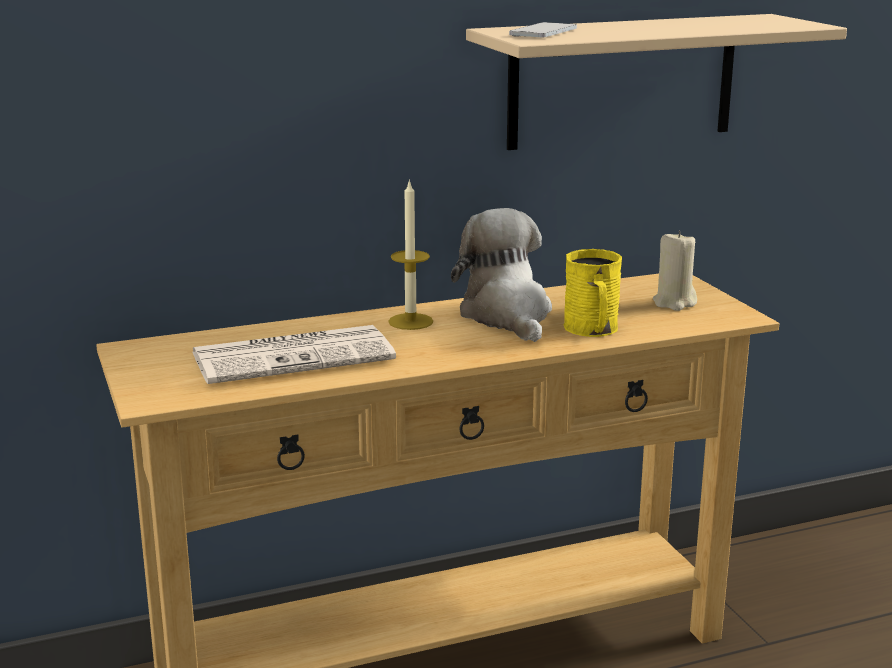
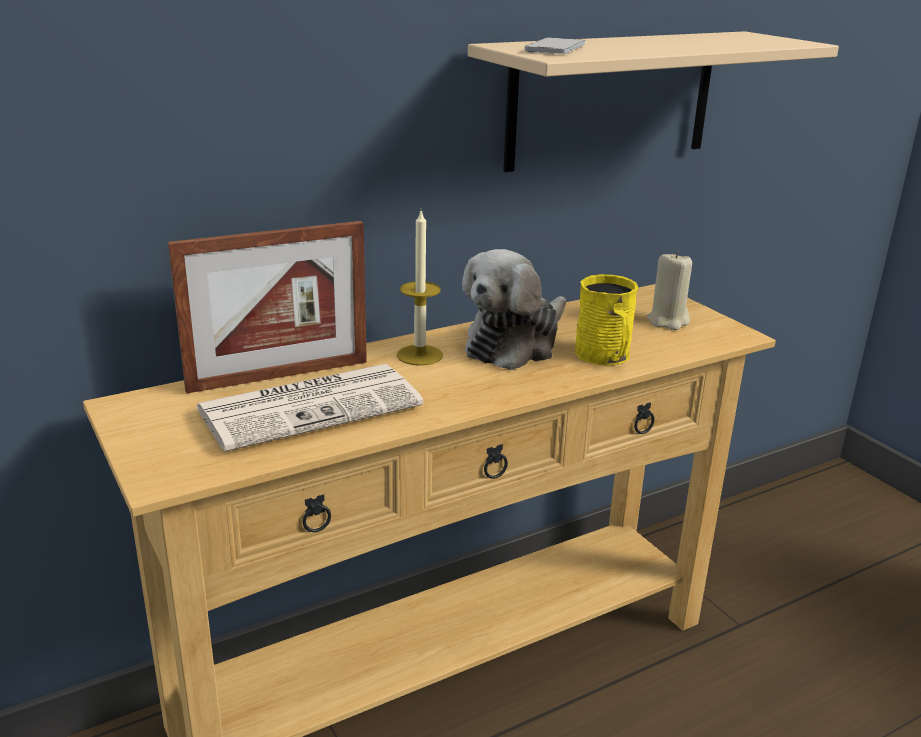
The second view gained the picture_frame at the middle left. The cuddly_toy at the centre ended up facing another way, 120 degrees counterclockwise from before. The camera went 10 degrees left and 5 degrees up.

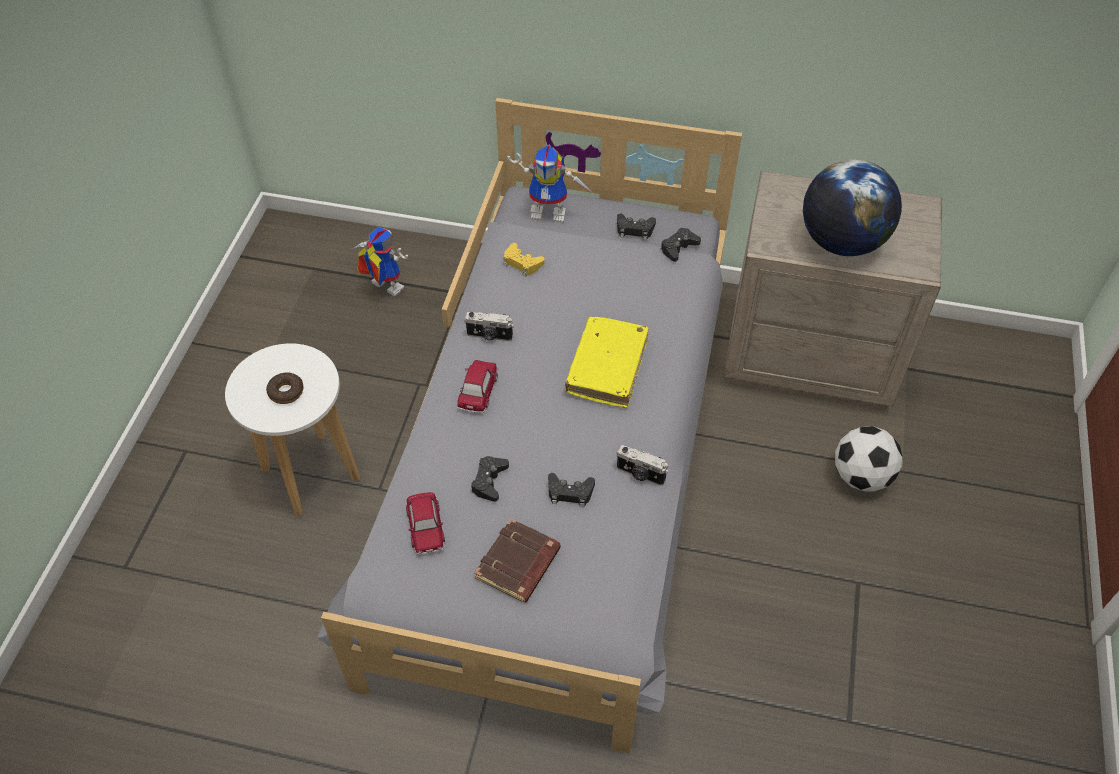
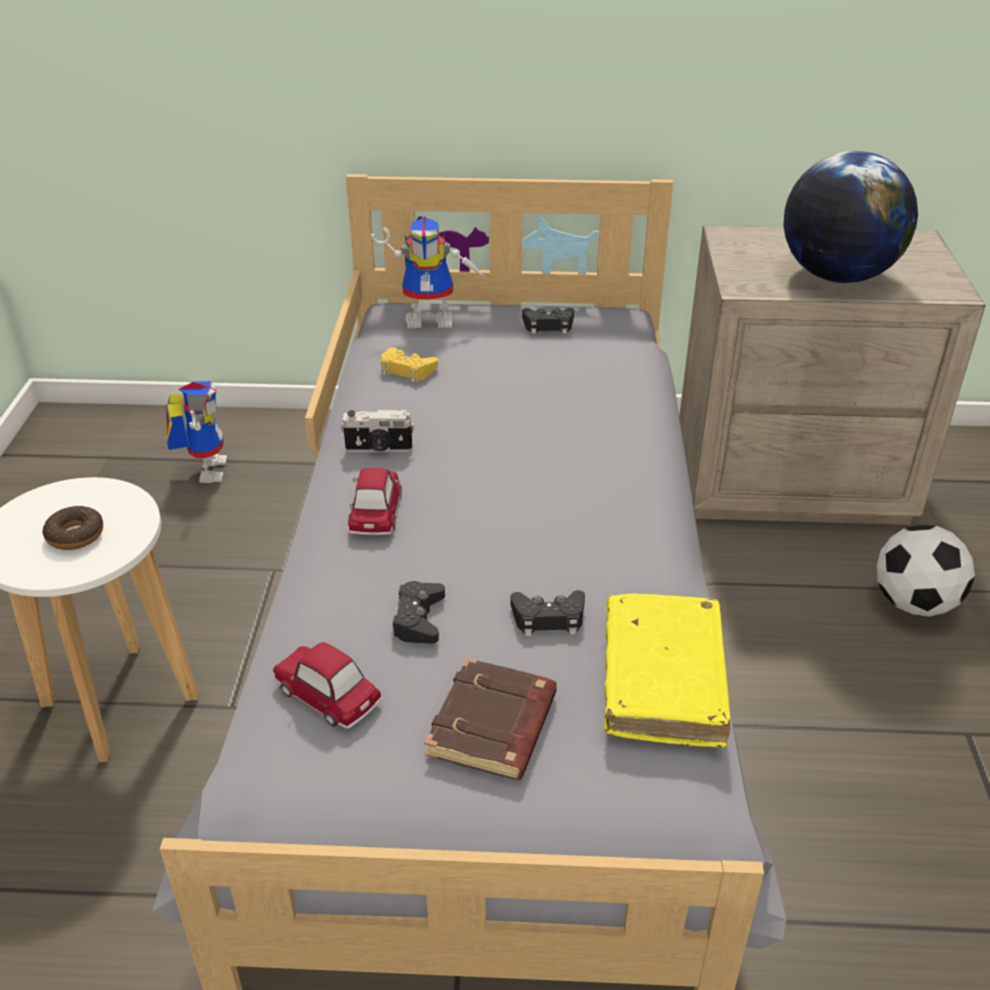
The second view lost the photo_camera (2nd from left) at the centre. The second view lost the blackish_joypad (4th from left) at the top centre. The yellowish_volume ended up elsewhere, having gone from the centre to the bottom right. The robot_figure (1st from left) at the centre ended up facing another way, 60 degrees clockwise from before. The model_car (1st from left) at the bottom centre ended up facing another way, 150 degrees clockwise from before. The camera went 10 degrees left and 15 degrees down.

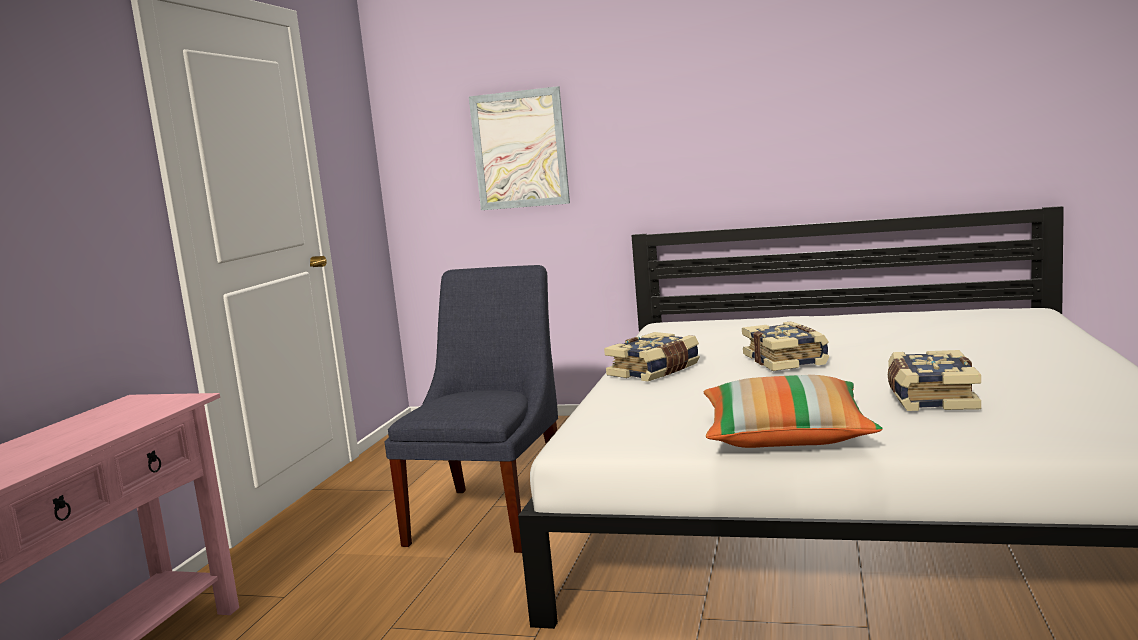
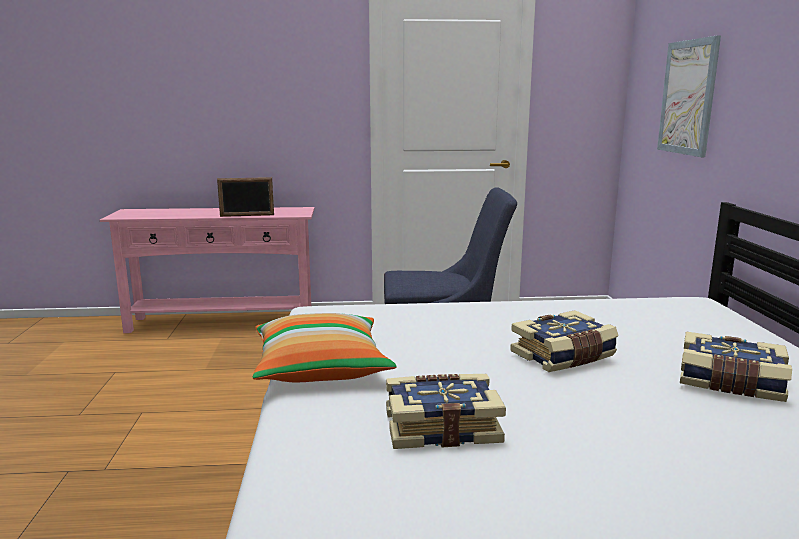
The second view gained the picture_frame at the middle left. The volume (1st from left in the first image) ended up elsewhere, having gone from the centre to the bottom right. The camera went 70 degrees right and 5 degrees up.

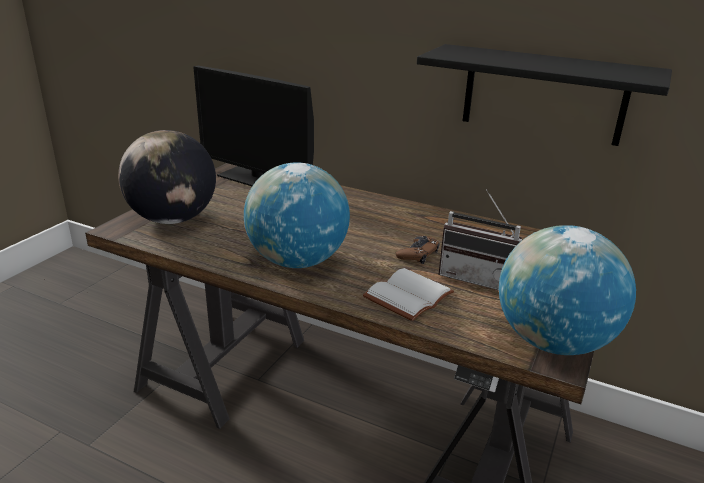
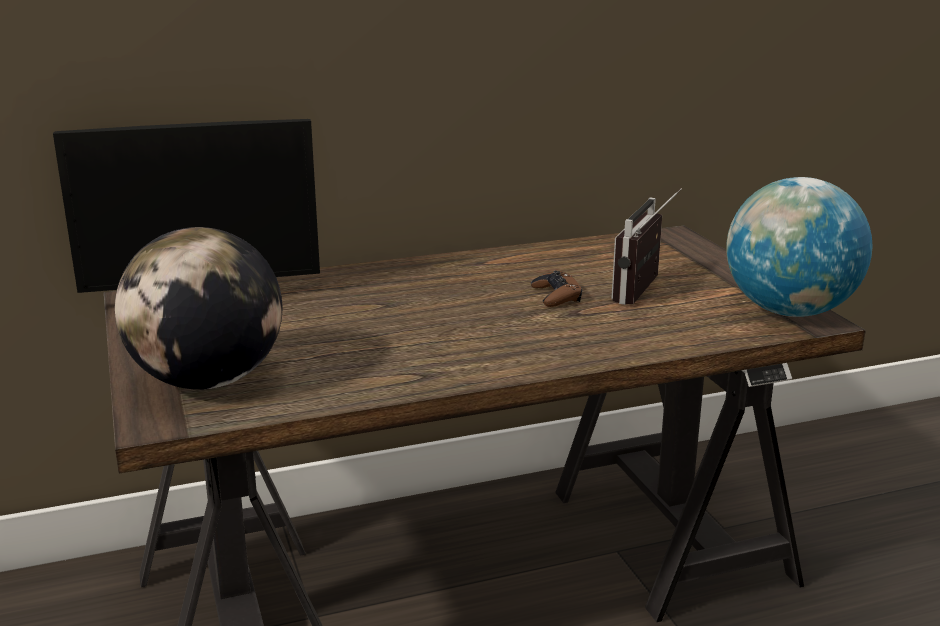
The second view lost the globe (2nd from left) at the centre. The second view lost the white-coloured_volume at the centre. The second view lost the blackish_bracket_shelf at the top right. The radio at the middle right ended up facing another way, 135 degrees clockwise from before. The camera went 45 degrees left and 5 degrees down.

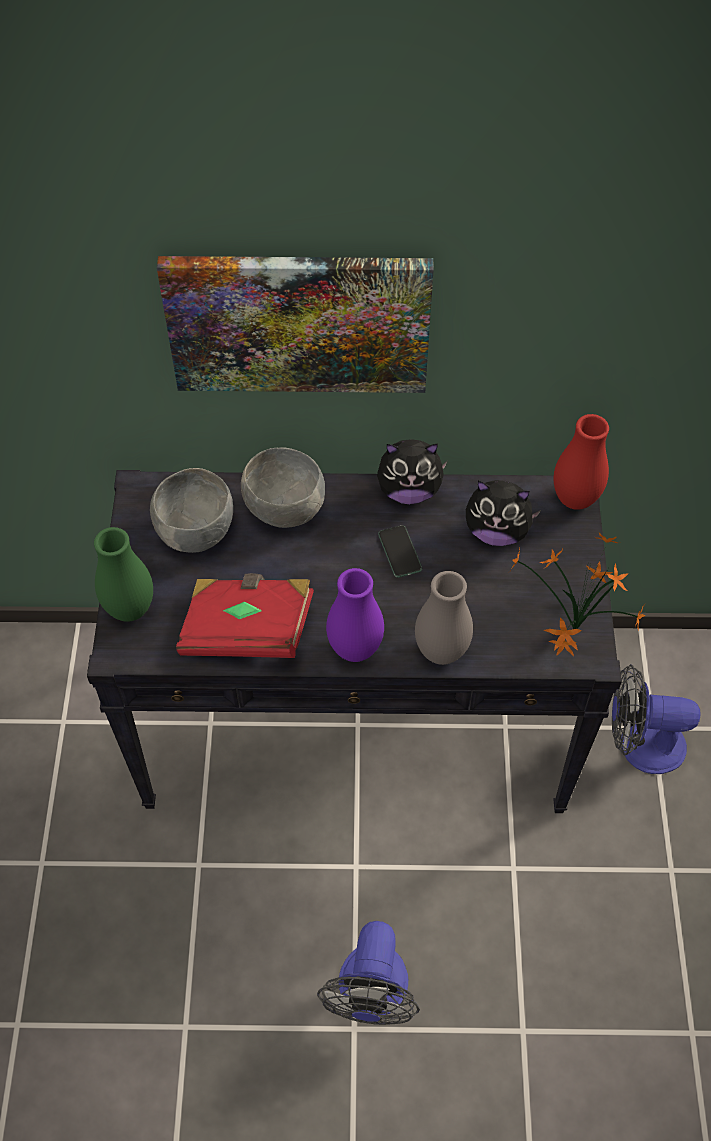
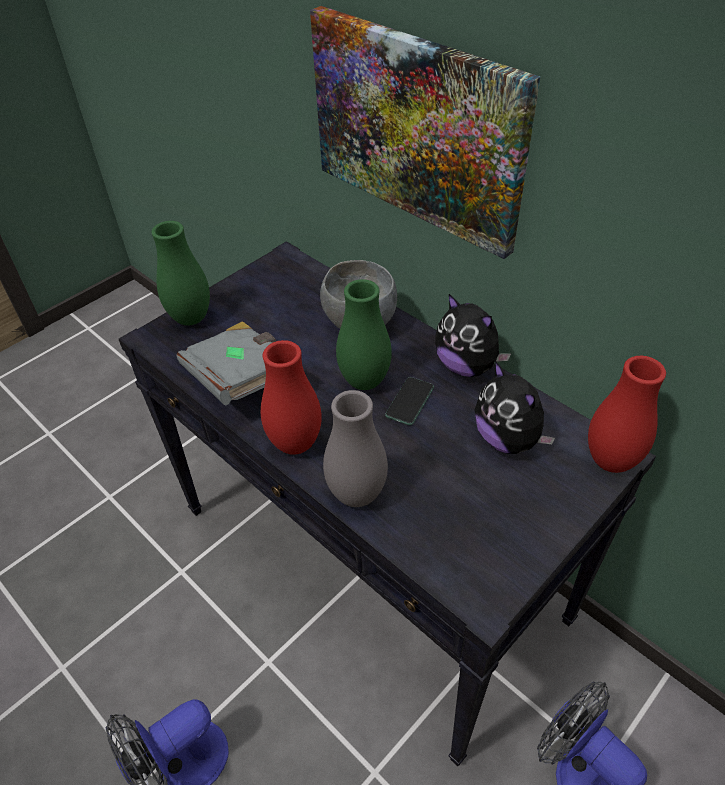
The second view lost the grey_bowl (1st from left) at the middle left. The second view lost the houseplant at the middle right. The second view gained the green_flower_vase (2nd from left) at the centre. What was the red_volume at the centre turned into the grey_volume at the middle left. What was the purplish_flower_vase at the centre turned into the red_flower_vase (1st from left) at the centre. The camera went 45 degrees right and 10 degrees down.

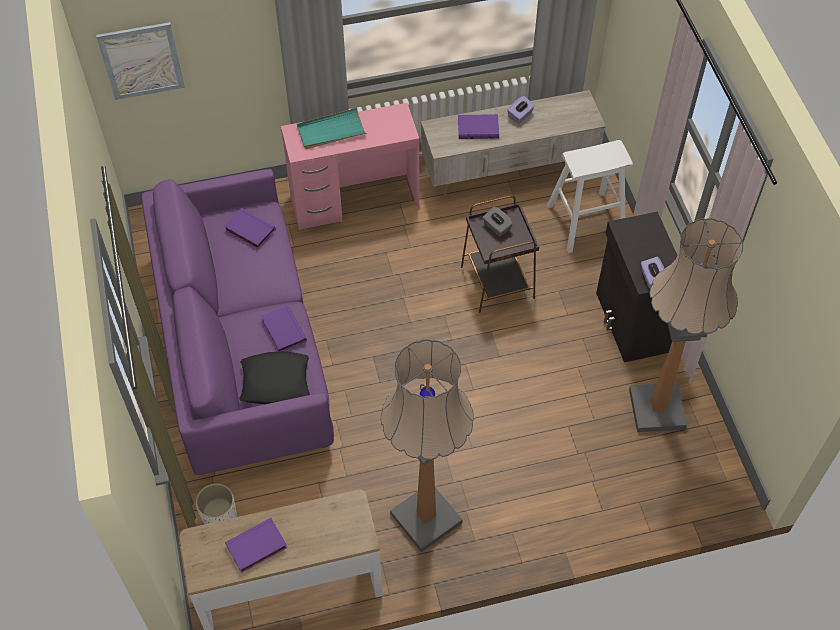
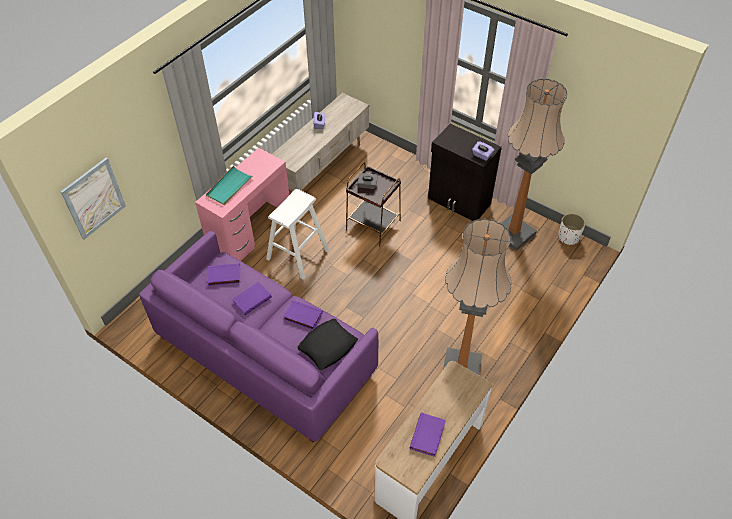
The white-coloured_planter ended up elsewhere, having gone from the bottom left to the middle right. The purplish_volume (4th from left in the first image) ended up elsewhere, having gone from the top centre to the centre. The white-coloured_stool_seat ended up elsewhere, having gone from the top right to the centre. The camera went 40 degrees left and 5 degrees down.

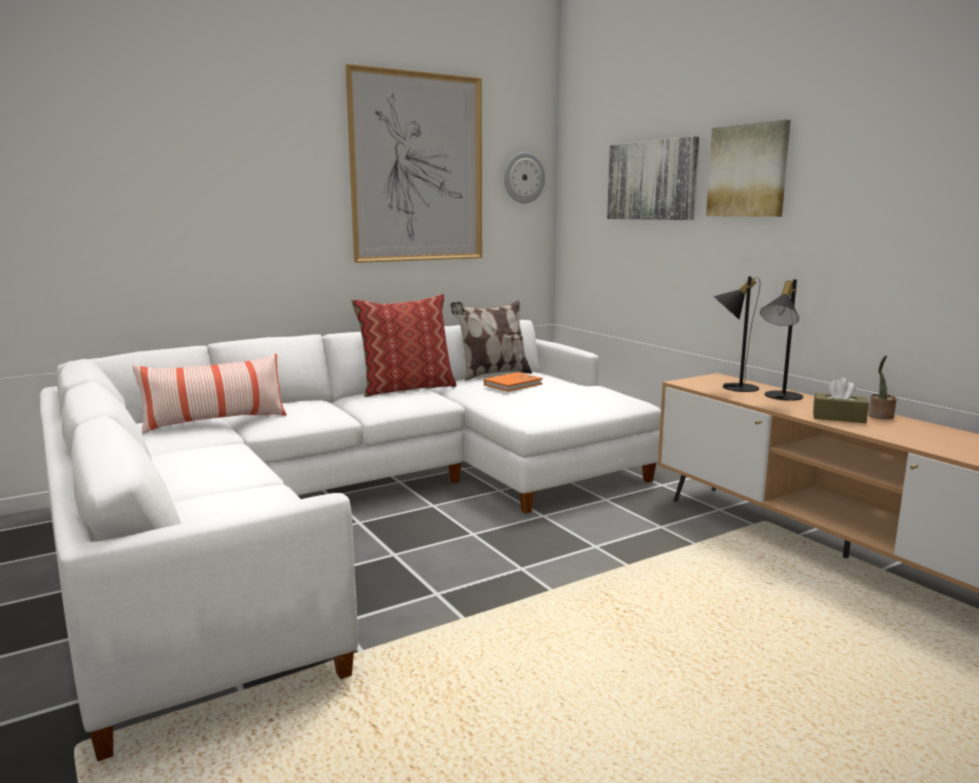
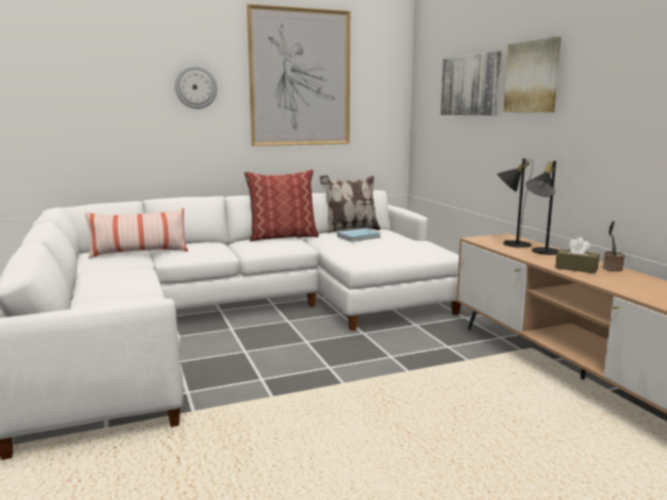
The hanging_clock ended up elsewhere, having gone from the top centre to the top left. What was the orange_volume at the centre turned into the blue-coloured_volume at the centre. The camera went 10 degrees right and 0 degrees up.

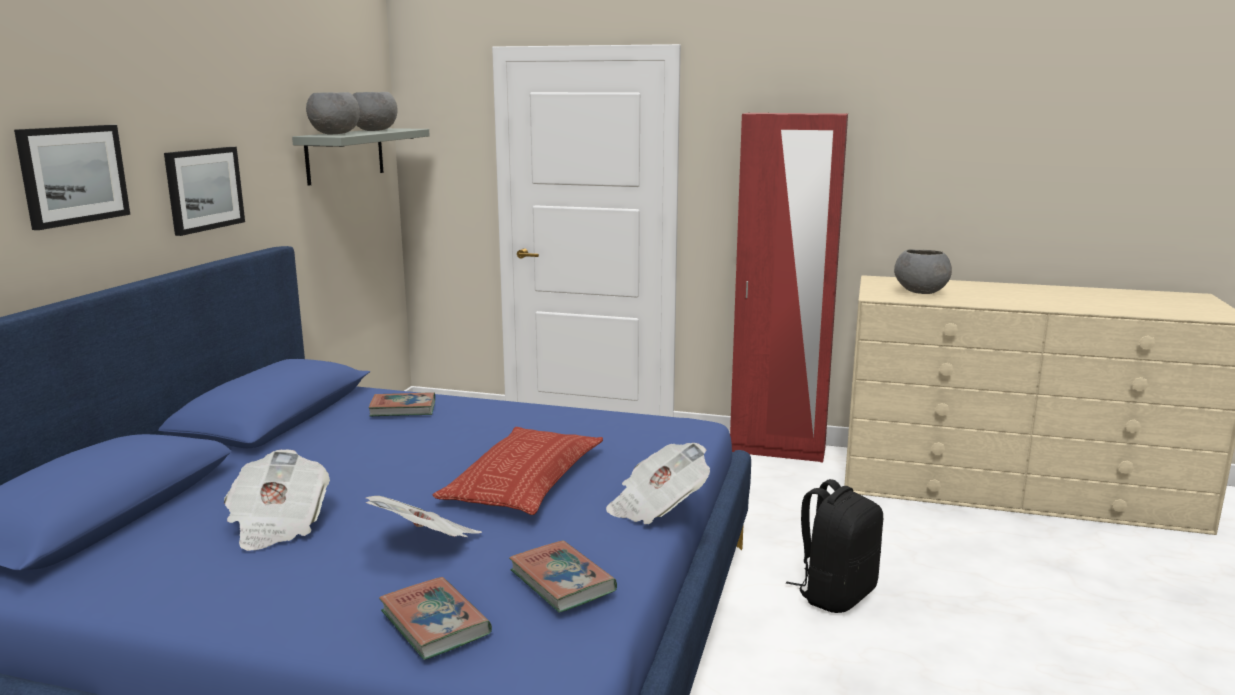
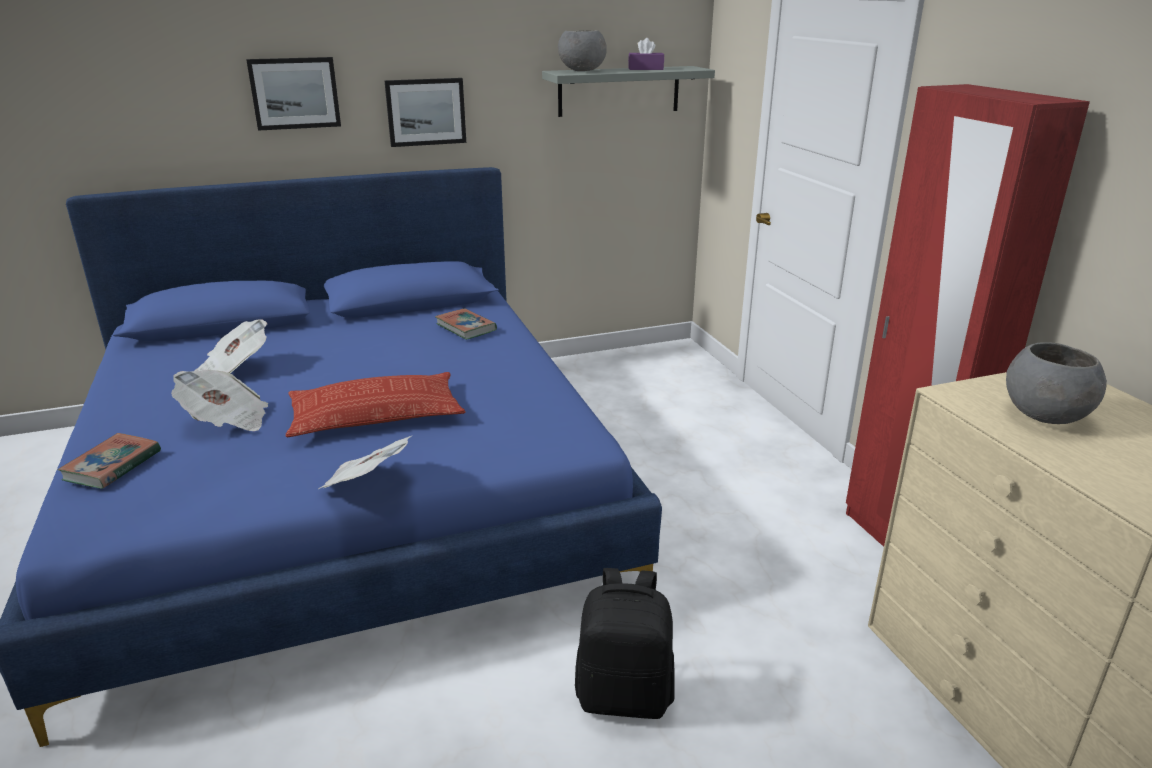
The second view lost the volume (3rd from left) at the bottom centre. Where the grey_bowl (2nd from left) stood at the top left, the purplish_tissue_box came to stand at the top centre. The camera went 55 degrees right and 10 degrees up.

